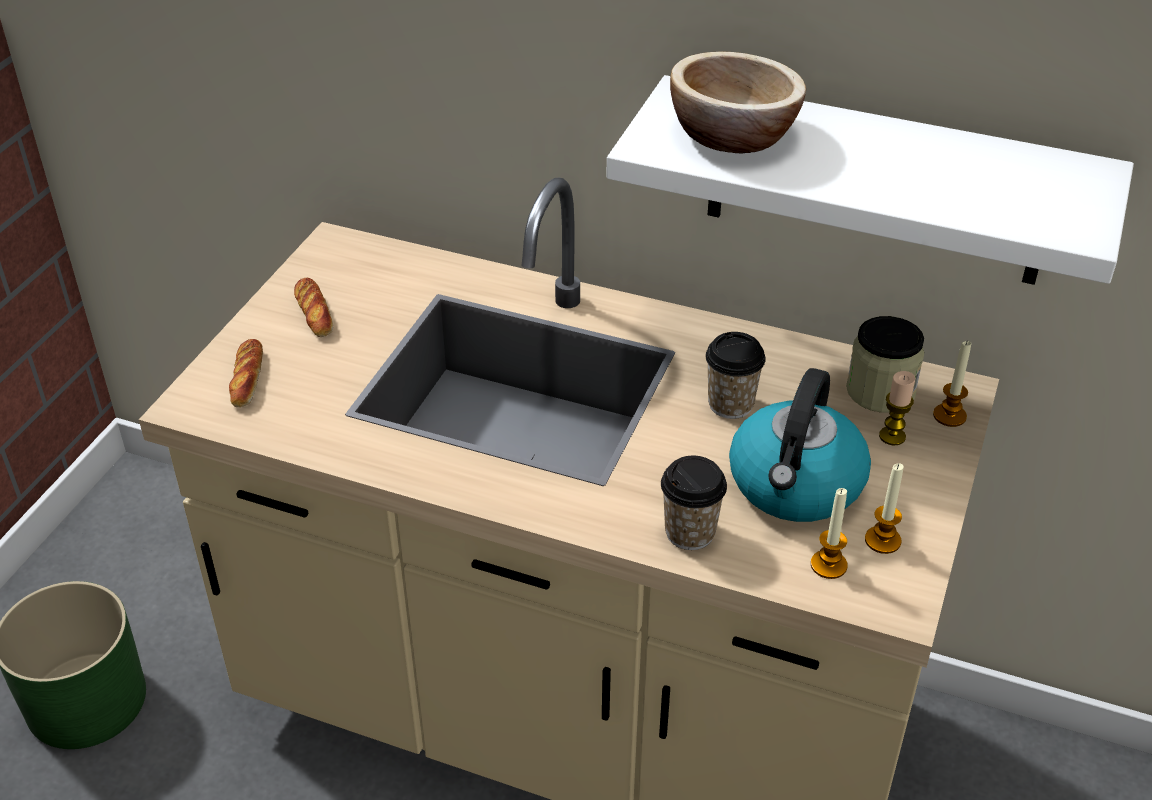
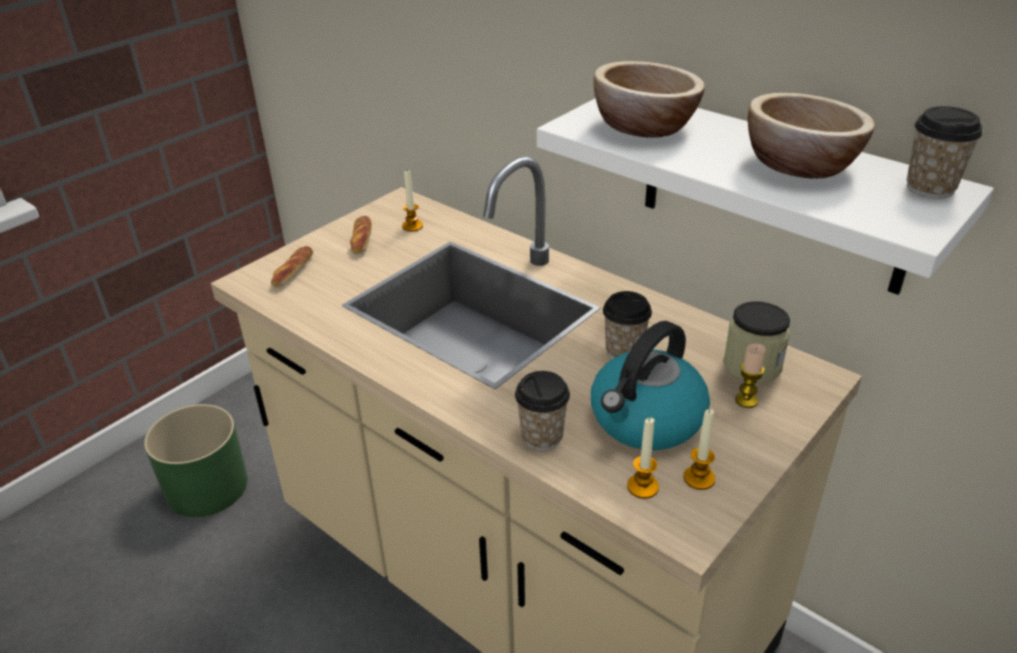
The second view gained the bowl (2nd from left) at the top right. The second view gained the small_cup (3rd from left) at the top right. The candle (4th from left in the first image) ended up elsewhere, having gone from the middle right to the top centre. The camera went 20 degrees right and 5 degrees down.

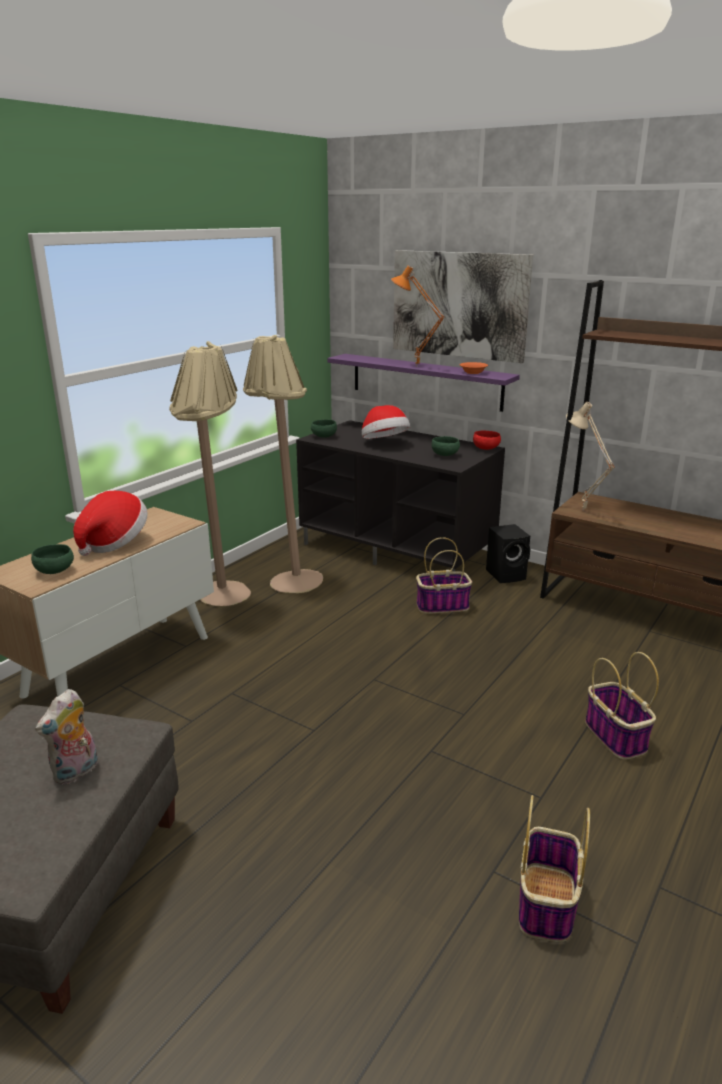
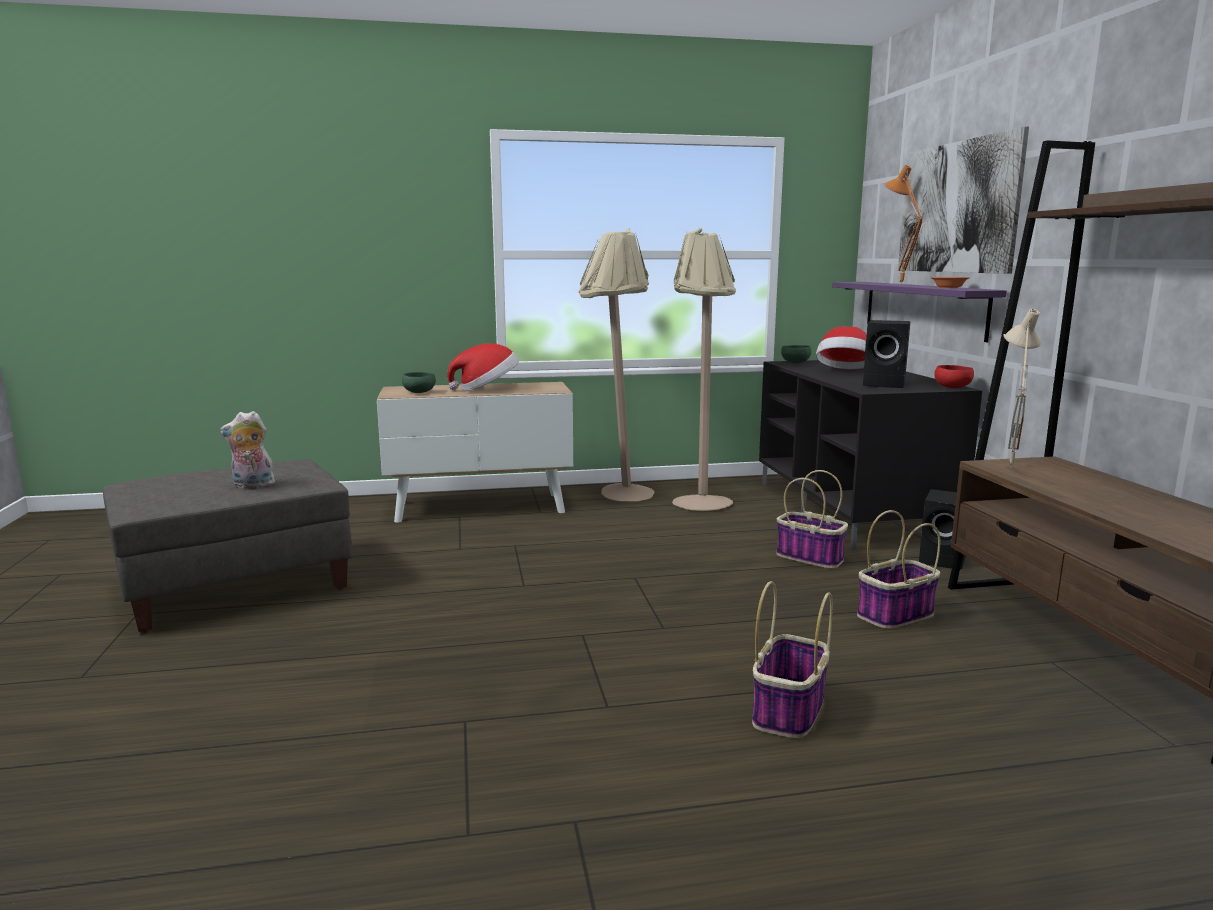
The storage_basket (2nd from left in the first image) ended up elsewhere, having gone from the bottom right to the middle right. Where the green_bowl (3rd from left) stood at the centre, the blackish_audio_speaker (1st from left) came to stand at the middle right. The camera went 45 degrees right and 10 degrees down.

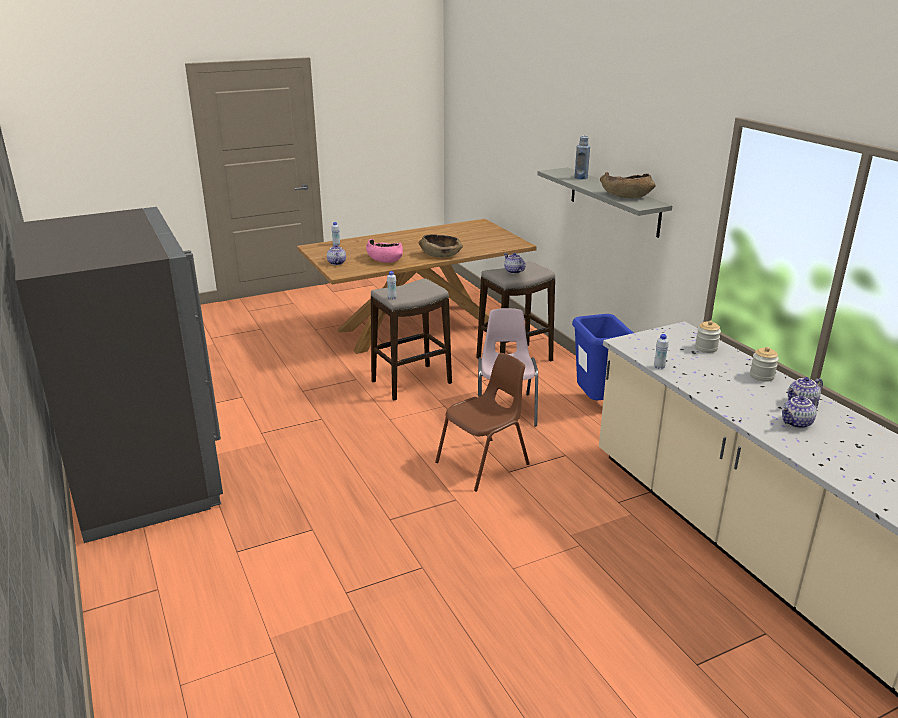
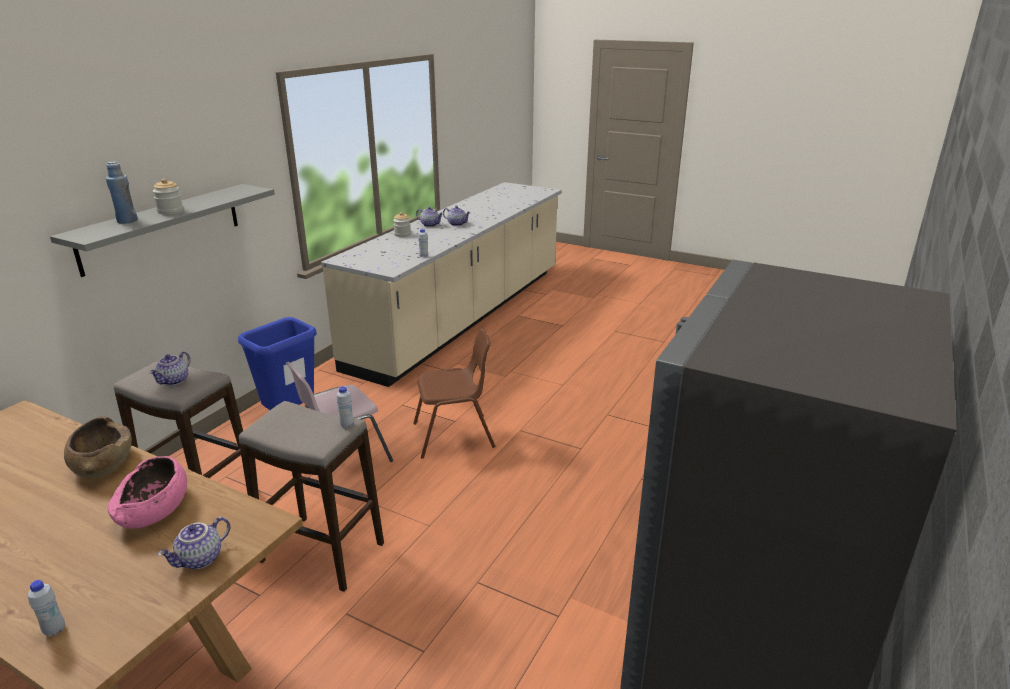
The second view lost the brownish_bowl (2nd from left) at the top right. The jar (1st from left) ended up elsewhere, having gone from the middle right to the top left. The brownish_chair at the centre ended up facing another way, 150 degrees clockwise from before. The camera went 125 degrees left and 0 degrees up.

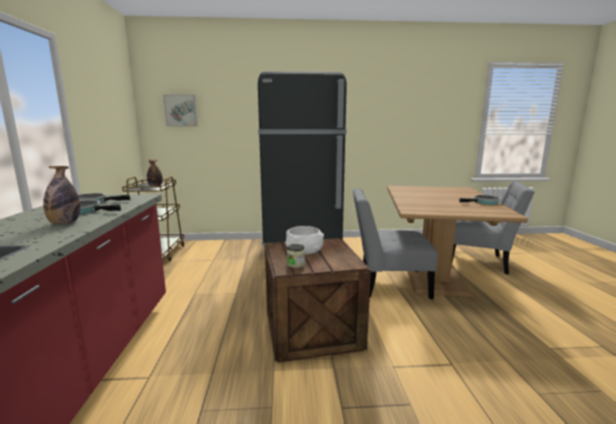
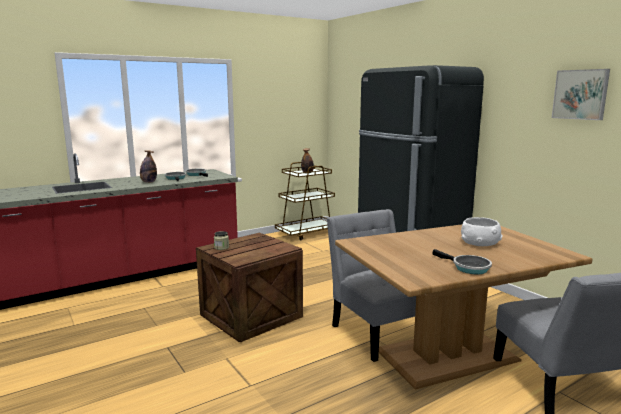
The picture ended up elsewhere, having gone from the top left to the top right. The white-coloured_bowl ended up elsewhere, having gone from the centre to the middle right. The camera went 60 degrees right and 0 degrees up.

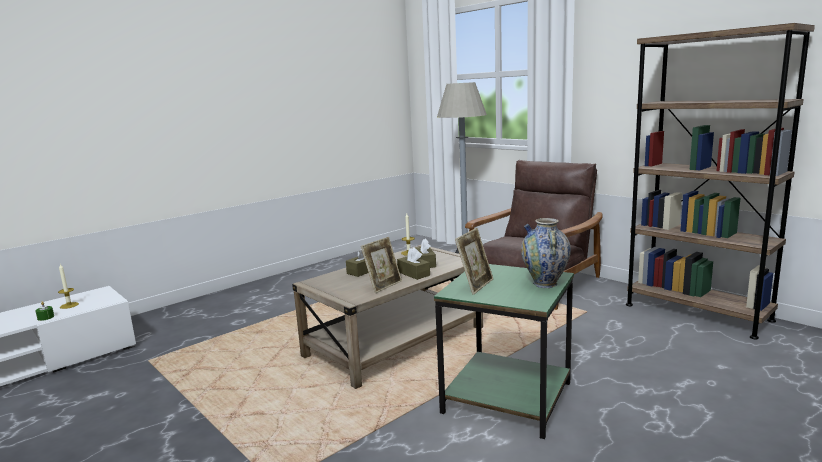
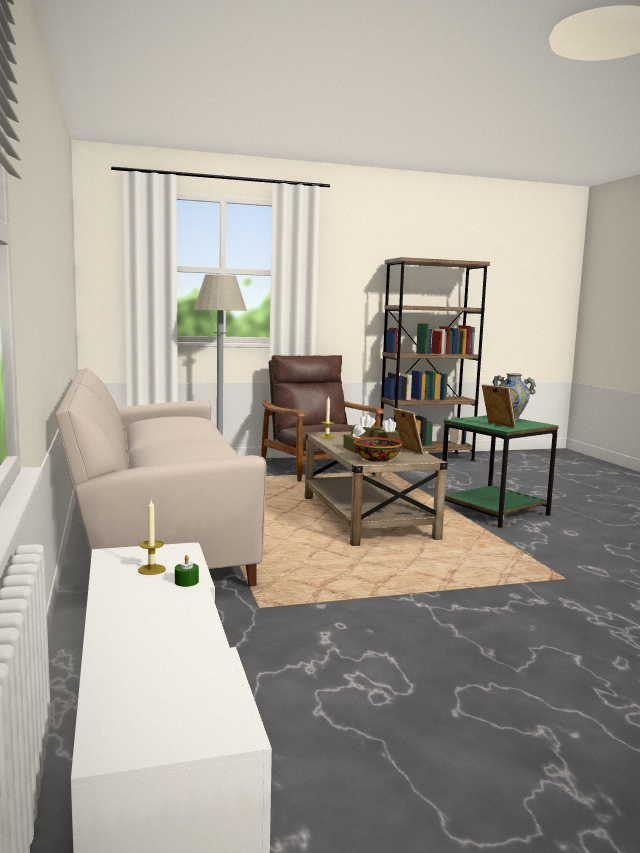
The second view gained the beige-coloured_couch at the middle left. The second view gained the bowl at the centre. The camera went 65 degrees left and 5 degrees down.

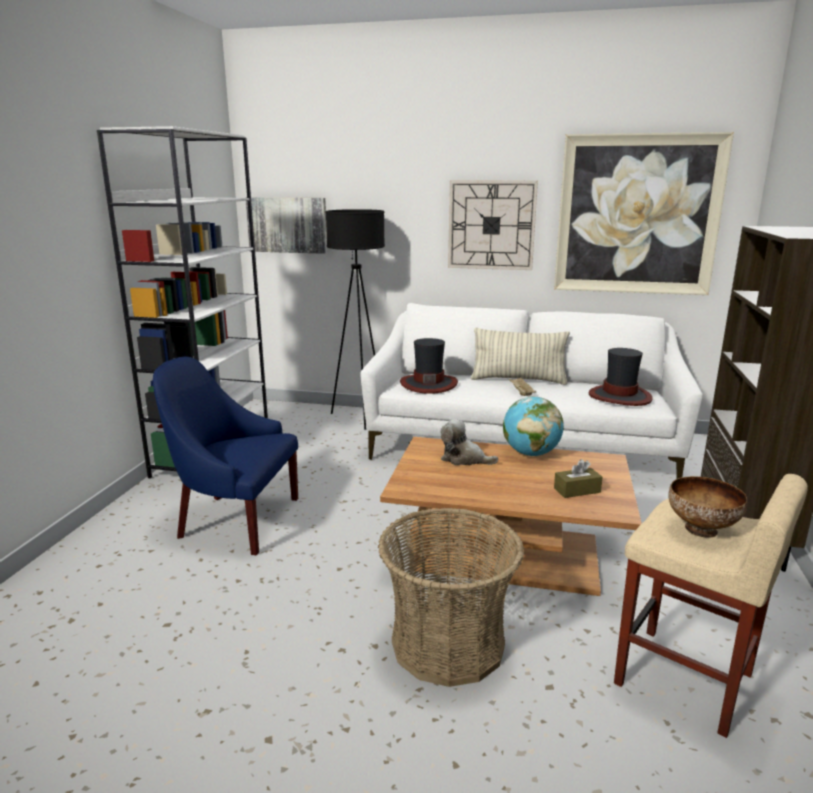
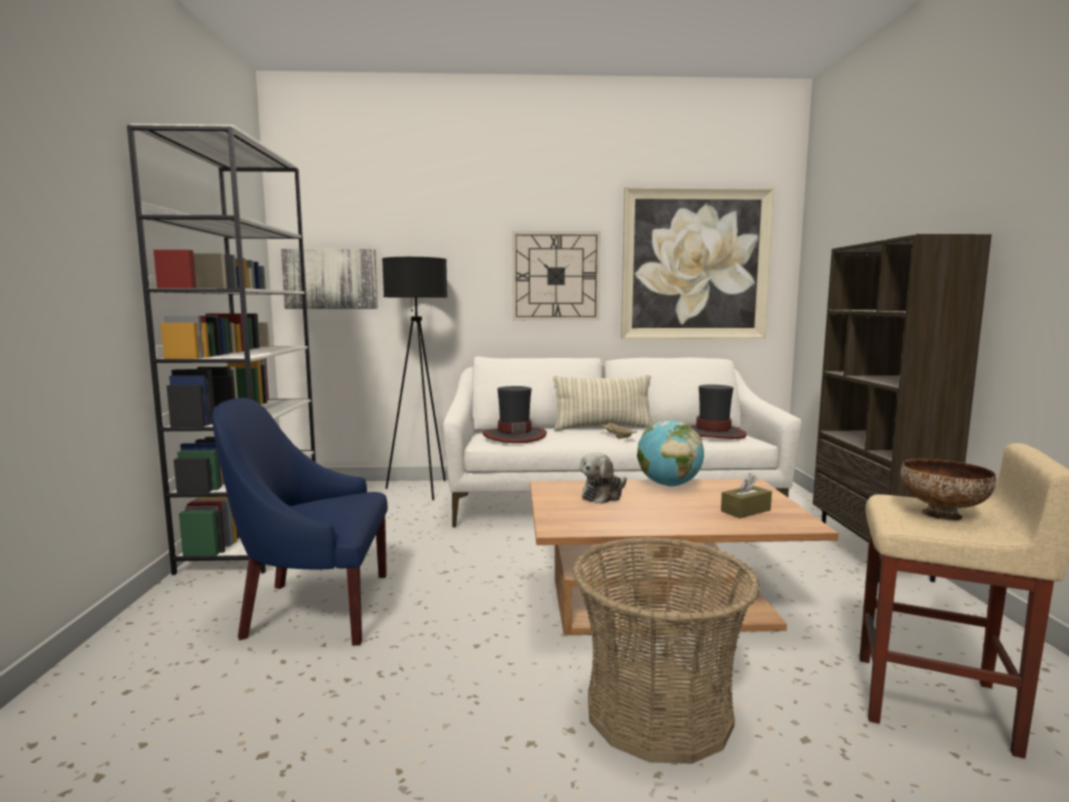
The cuddly_toy at the centre ended up facing another way, 60 degrees counterclockwise from before. The camera went 15 degrees left and 10 degrees down.

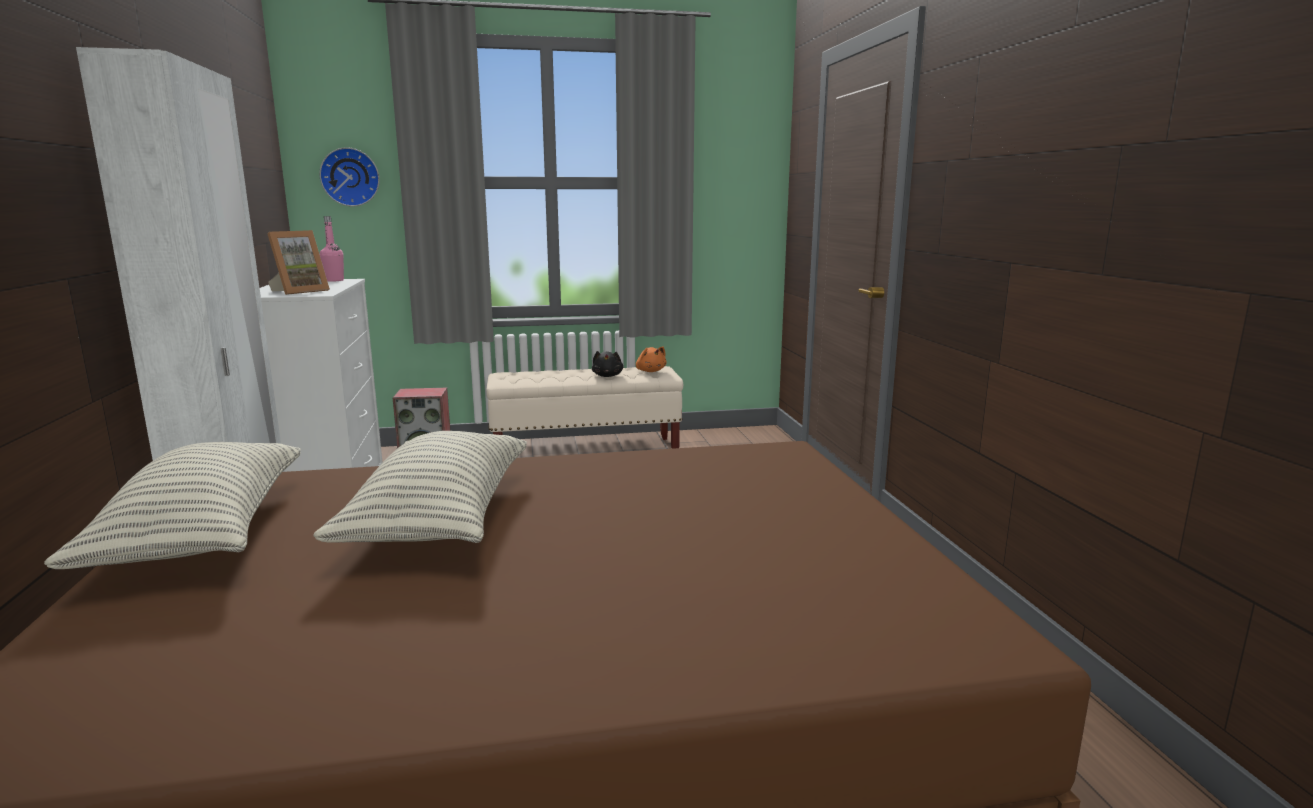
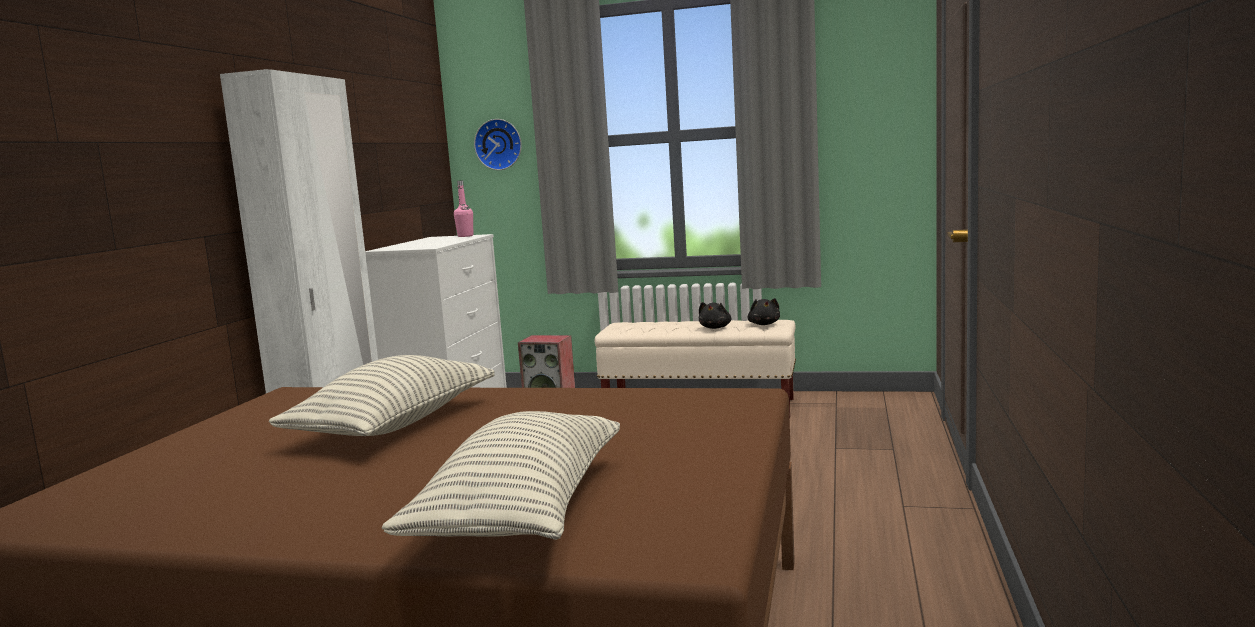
The second view lost the picture_frame at the top left. The pillow (1st from left in the first image) ended up elsewhere, having gone from the middle left to the bottom centre. What was the orange_cuddly_toy at the centre turned into the blackish_cuddly_toy (2nd from left) at the centre. The camera went 25 degrees right and 5 degrees down.

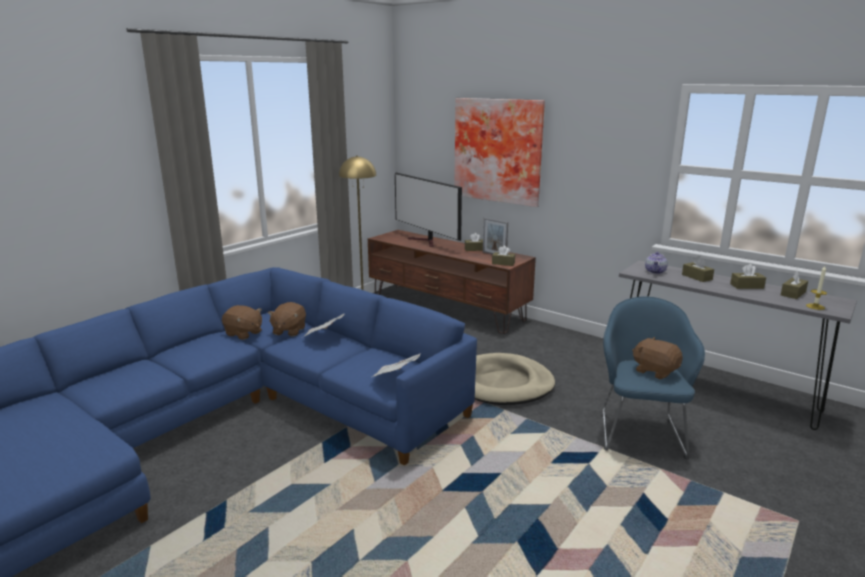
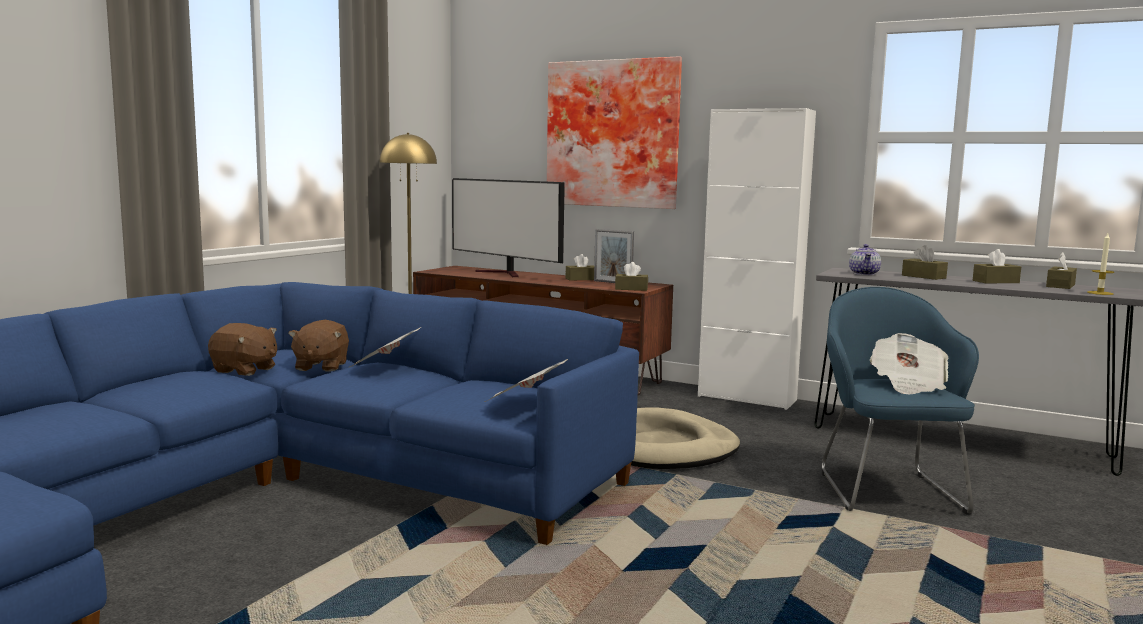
The second view gained the white-coloured_cupboard at the centre. Where the brownish_cuddly_toy (3rd from left) stood at the middle right, the printed_paper (3rd from left) came to stand at the middle right. The camera went 10 degrees left and 10 degrees down.

